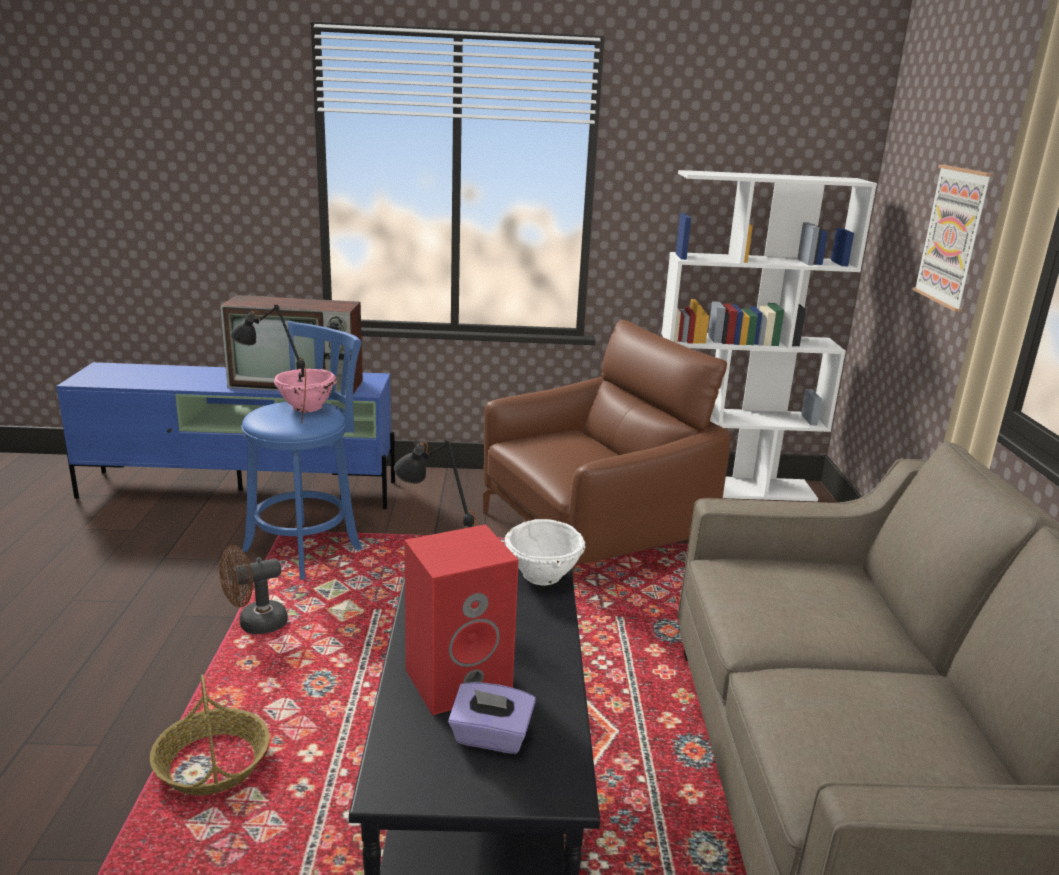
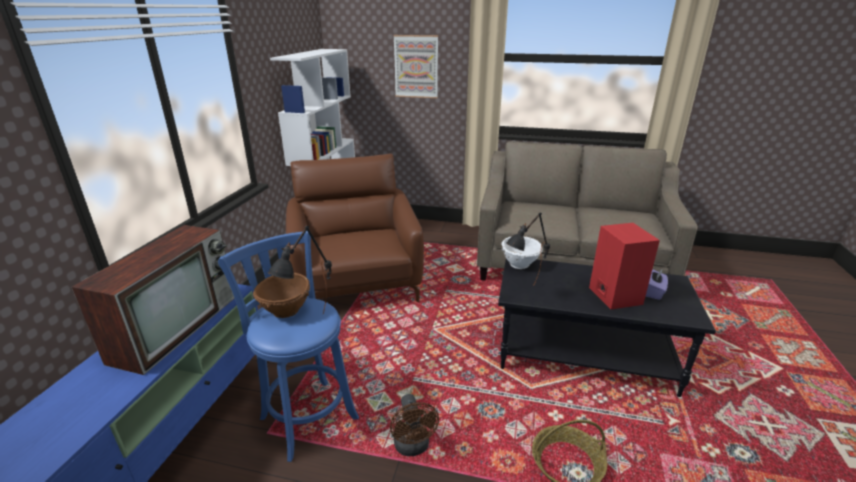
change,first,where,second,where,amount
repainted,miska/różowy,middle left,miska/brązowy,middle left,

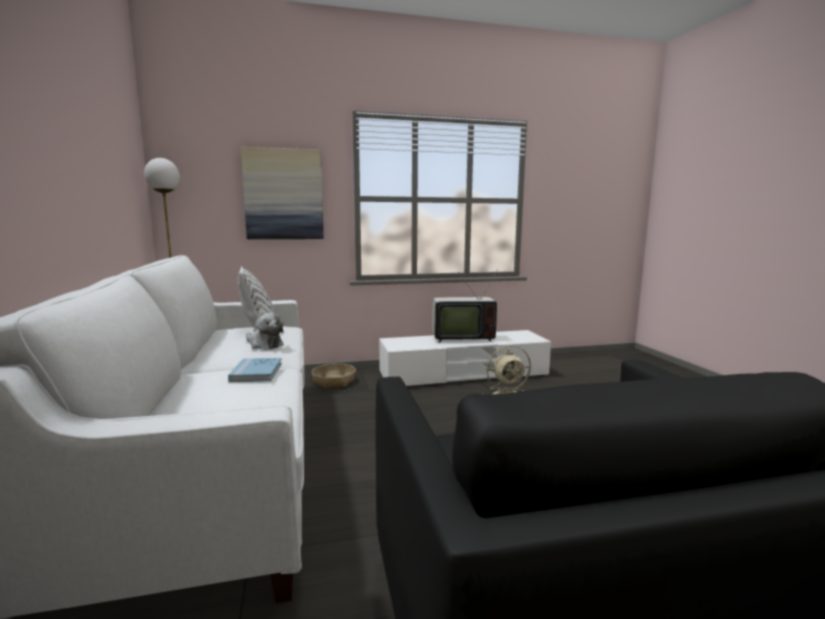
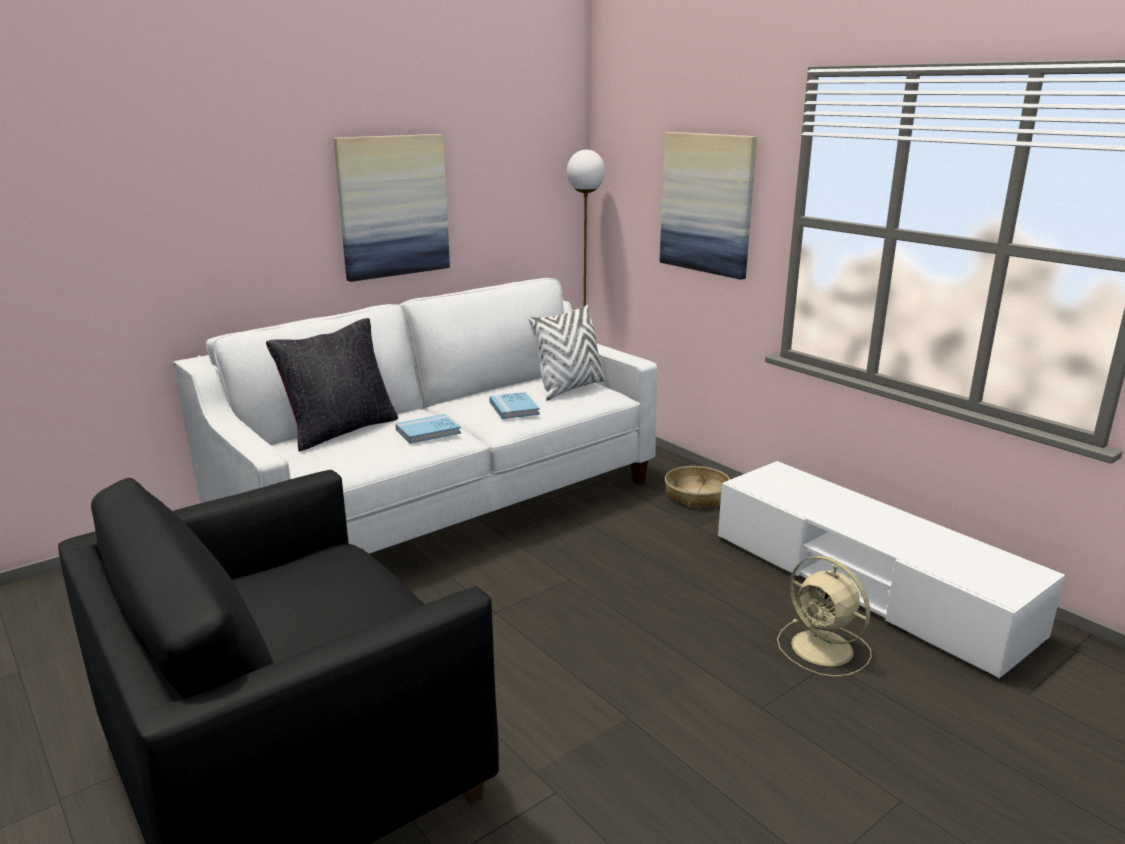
change,first,where,second,where,amount
new,,,poduszka/czarny,middle left,
new,,,obraz (no. 1 from left),top centre,
swapped,pluszak,middle left,książka/niebieski (no. 2 from left),centre,
gone,telewizor,centre,,,

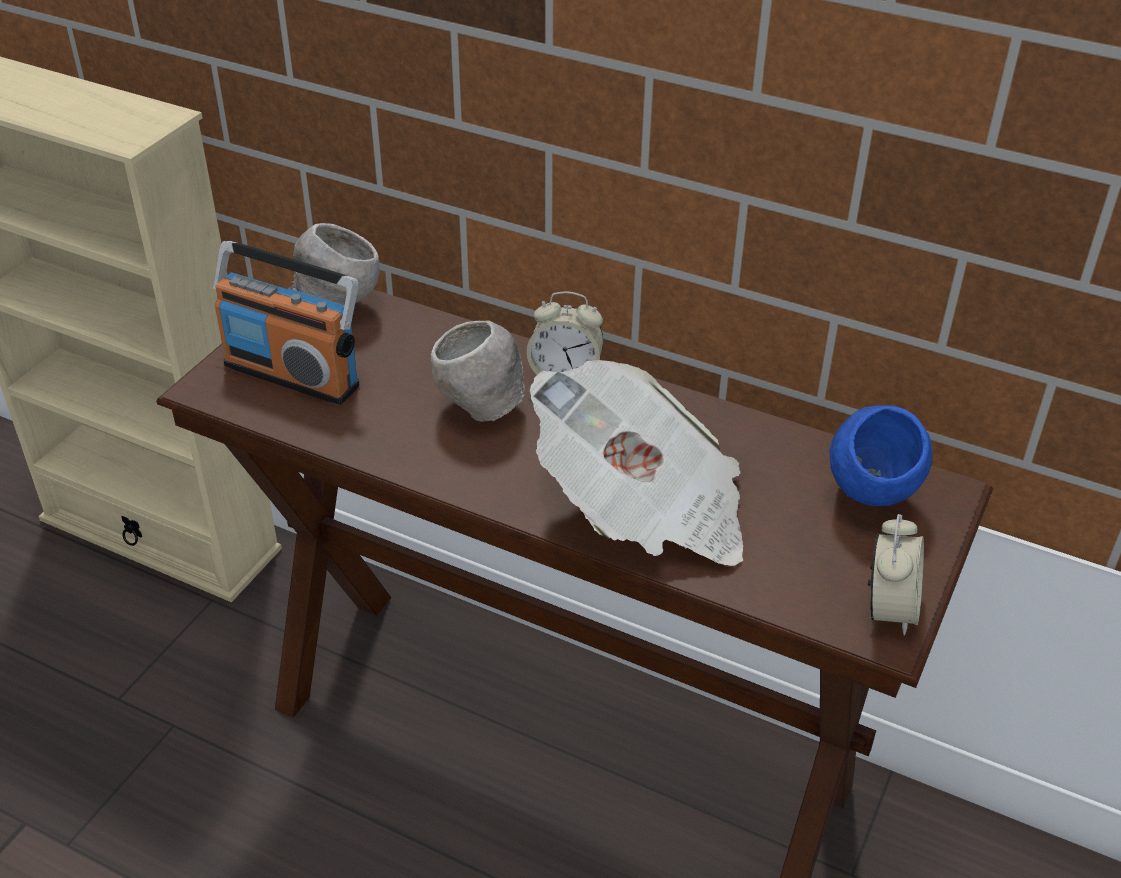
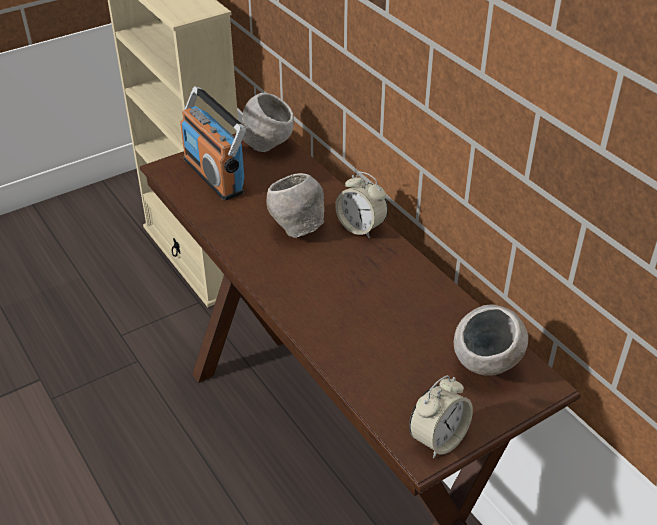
change,first,where,second,where,amount
repainted,miska/niebieski,middle right,miska/szary (no. 3 from left),middle right,
gone,gazeta,centre,,,

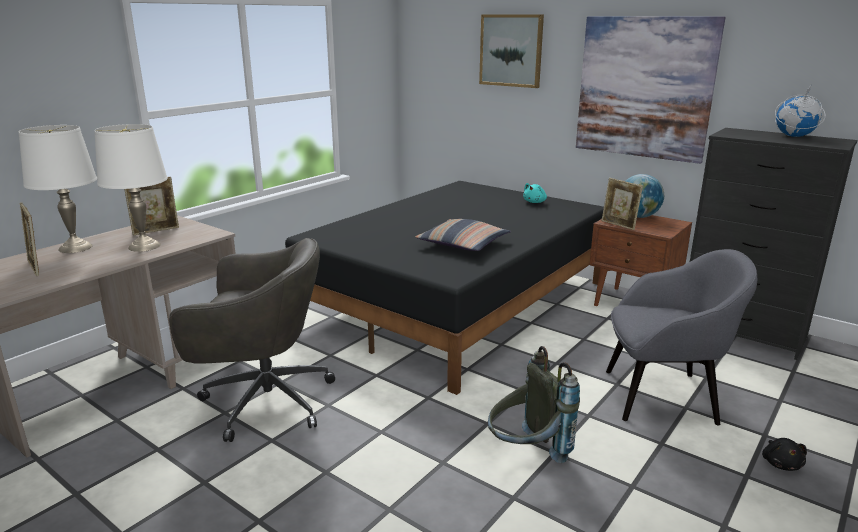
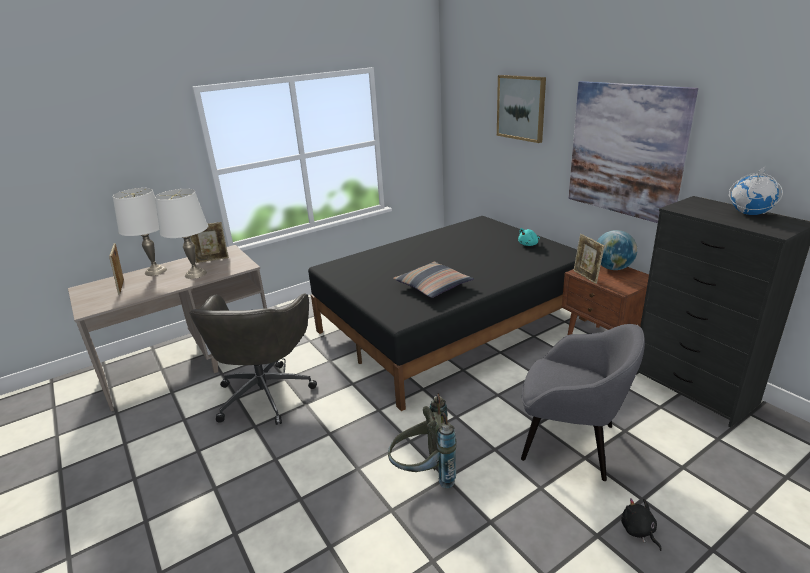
change,first,where,second,where,amount
rotated,krzesło biurowe/szary,middle left,,middle left,75 degrees clockwise
rotated,pluszak/czarny,bottom right,,bottom right,135 degrees clockwise

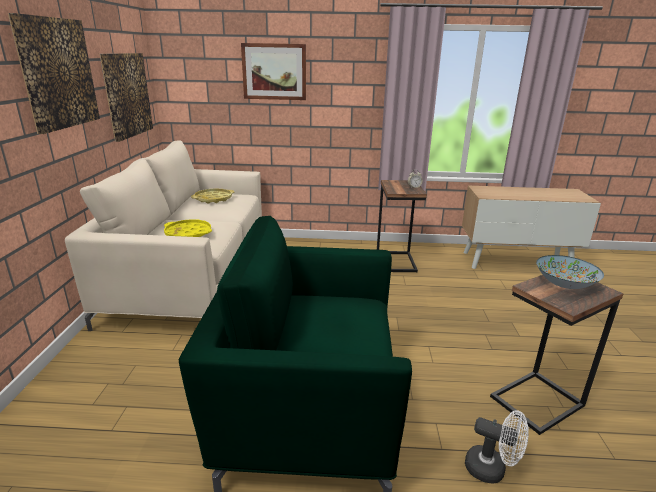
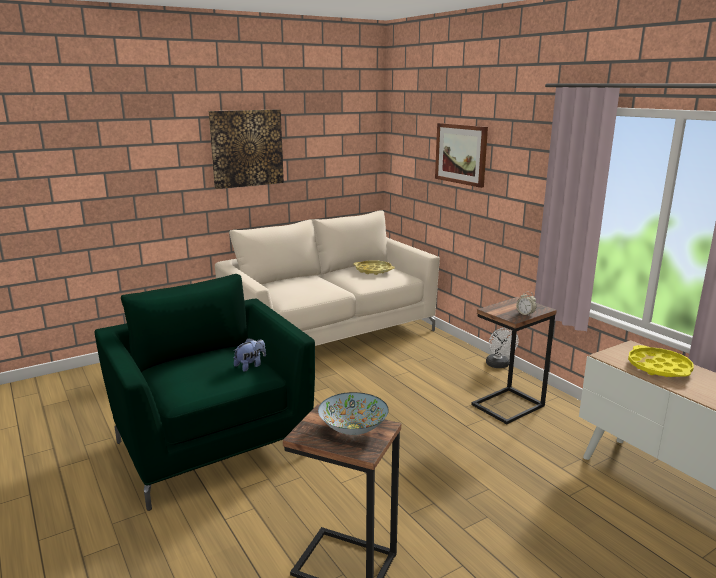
change,first,where,second,where,amount
new,,,pluszak,centre,
shifted,wentylator/biały,bottom right,,middle right,
shifted,taca/żółty (no. 1 from left in the first image),middle left,taca/żółty (no. 2 from left),middle right,
gone,obraz (no. 2 from left),top left,,,

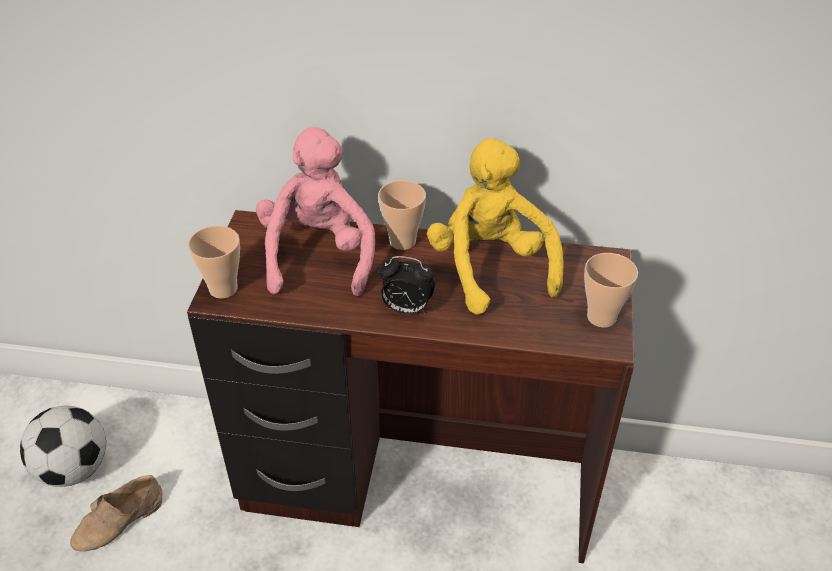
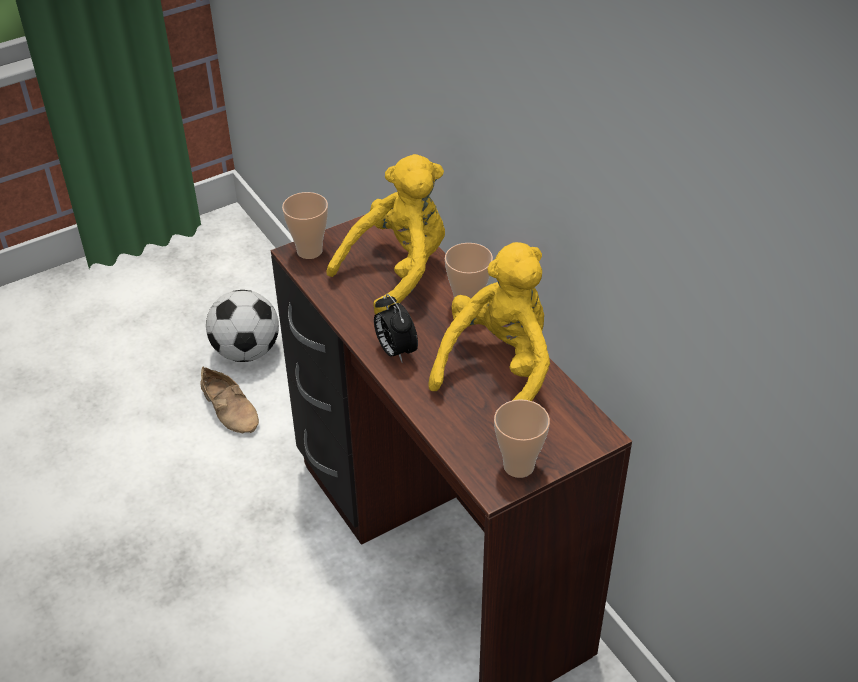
change,first,where,second,where,amount
rotated,but/beżowy,bottom left,,middle left,135 degrees counterclockwise
repainted,pluszak/różowy,centre,pluszak/żółty (no. 1 from left),centre,

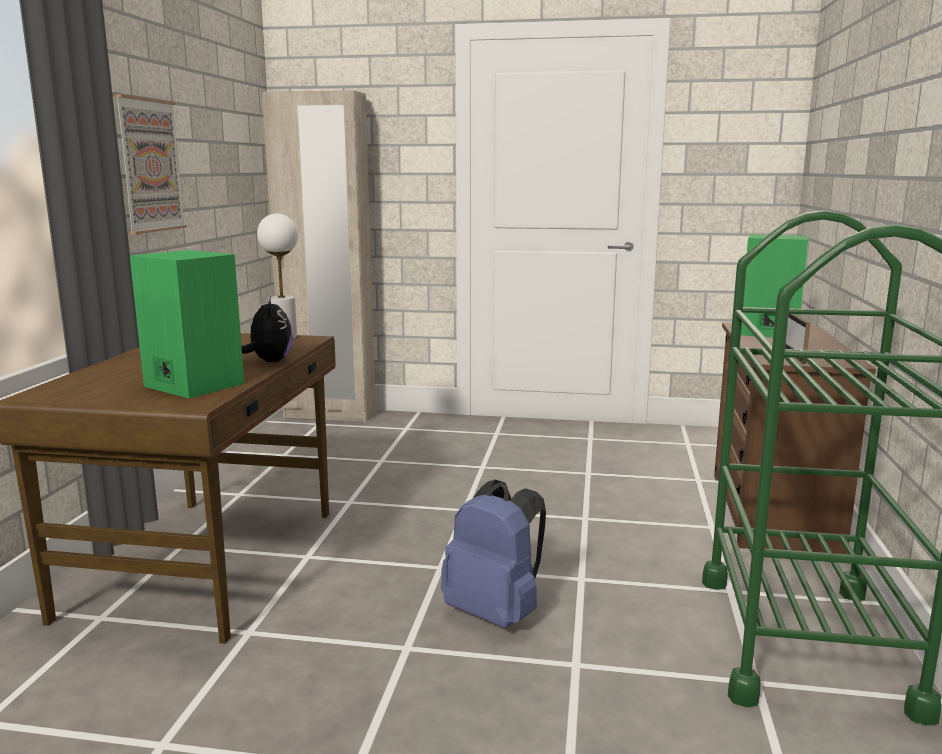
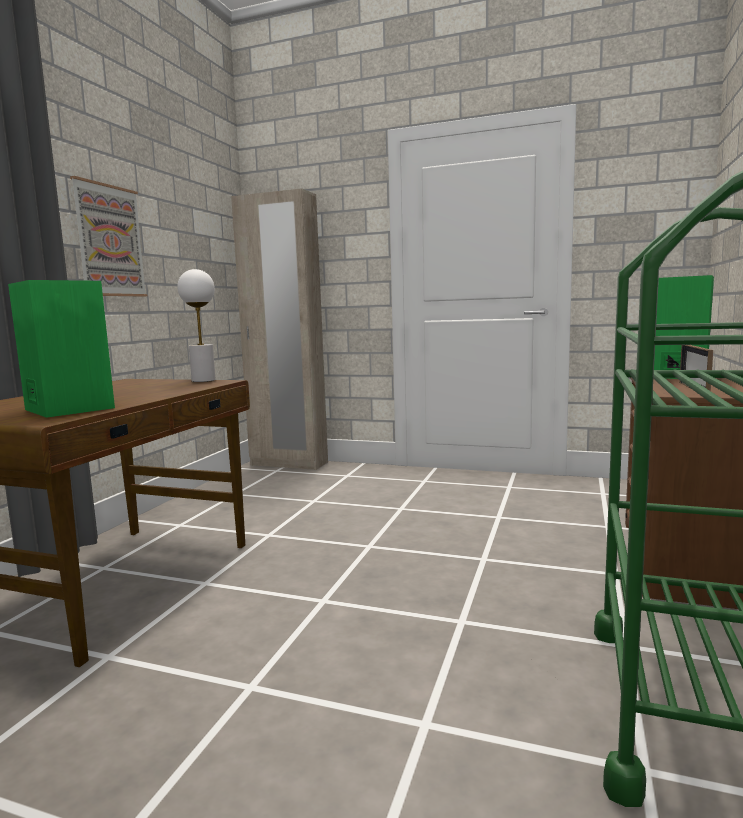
change,first,where,second,where,amount
gone,pluszak,middle left,,,
gone,plecak/niebieski,bottom centre,,,

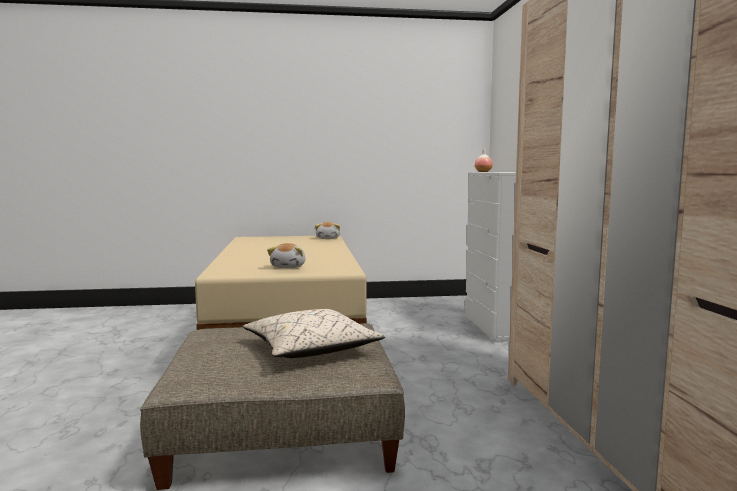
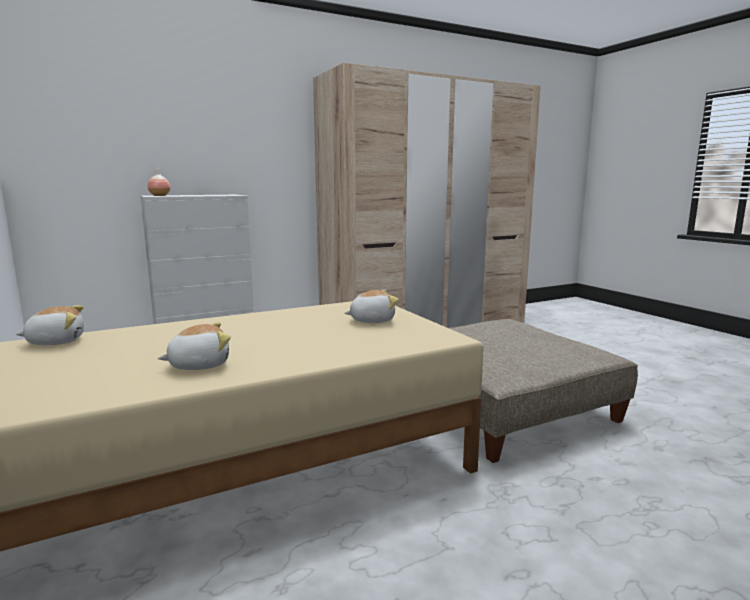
change,first,where,second,where,amount
new,,,pluszak (no. 2 from left),middle left,
gone,poduszka/beżowy,bottom centre,,,

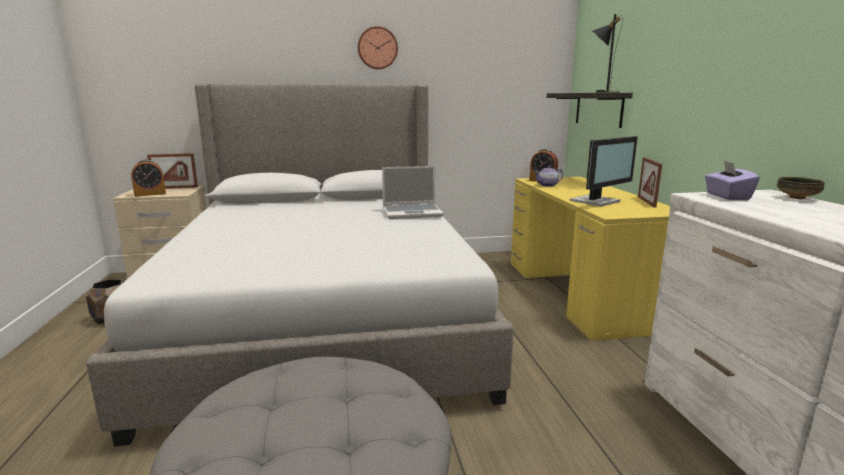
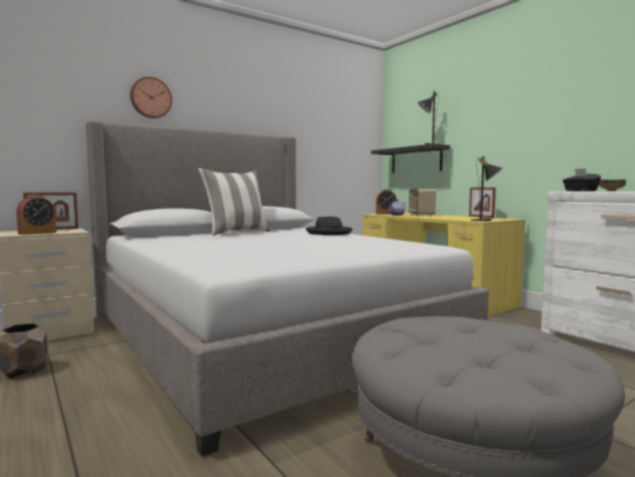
change,first,where,second,where,amount
shifted,zegar ścienny,top centre,,top left,
new,,,poduszka,centre,
swapped,laptop,centre,kapelusz/czarny,centre,
new,,,radio,centre,
new,,,lampa stołowa/czarny (no. 2 from left),middle right,
repainted,pudełko chusteczek/fioletowy,middle right,pudełko chusteczek/czarny,middle right,
gone,monitor,middle right,,,

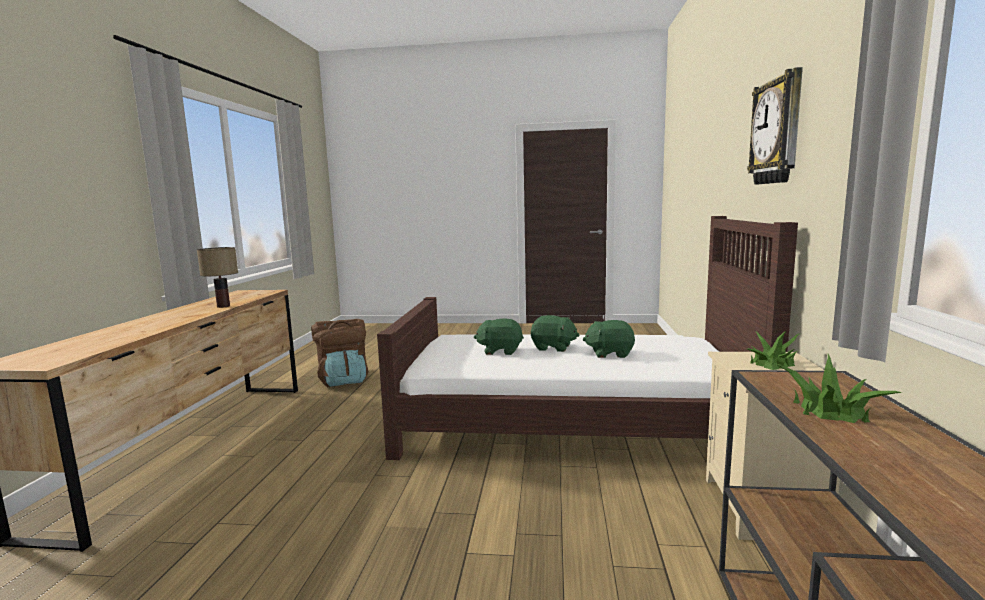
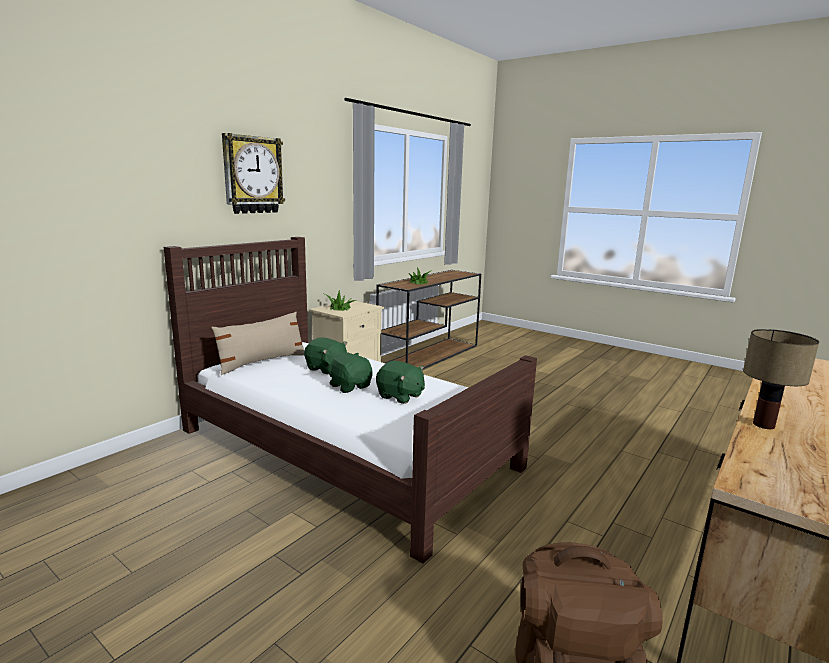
change,first,where,second,where,amount
new,,,poduszka/beżowy,middle left,

